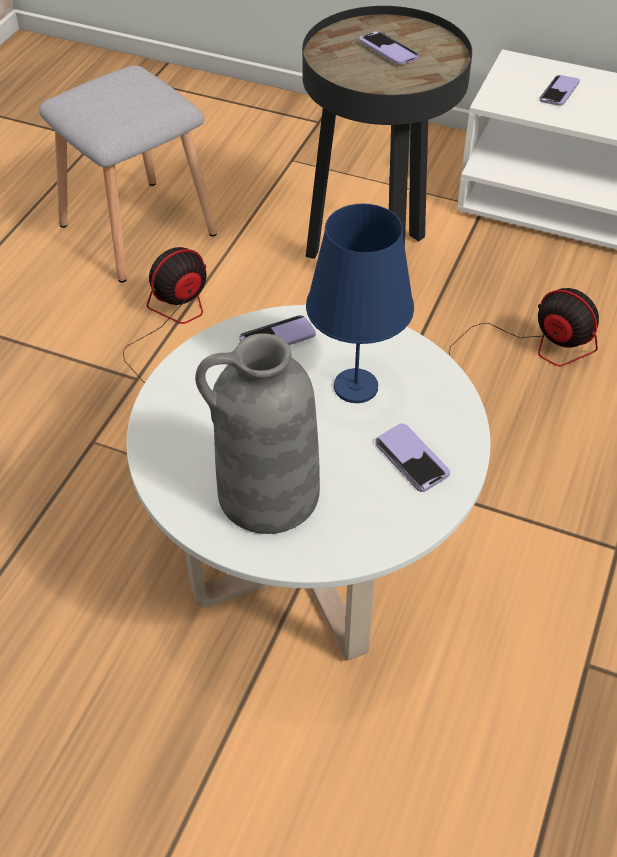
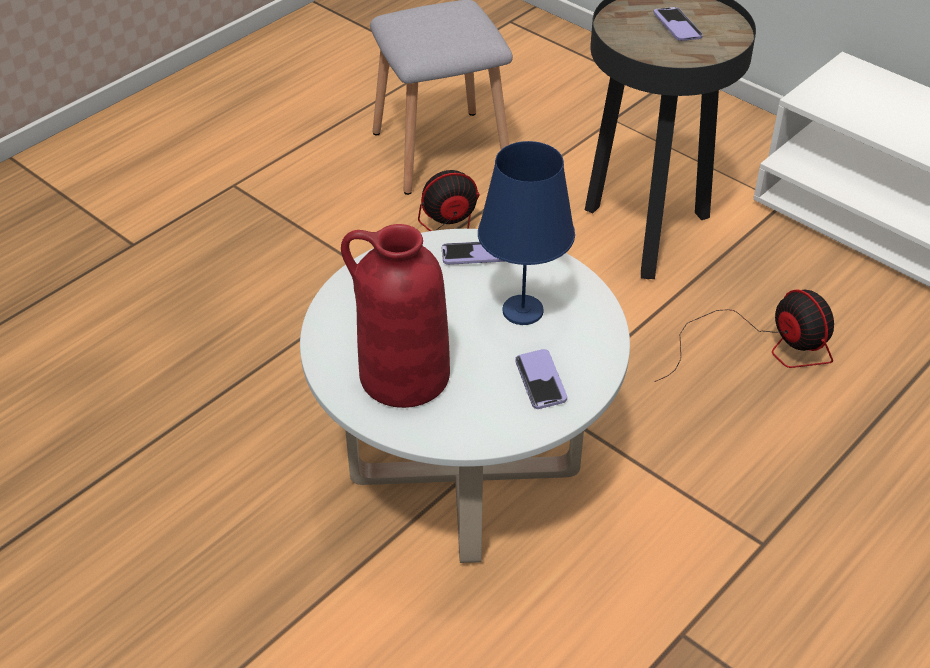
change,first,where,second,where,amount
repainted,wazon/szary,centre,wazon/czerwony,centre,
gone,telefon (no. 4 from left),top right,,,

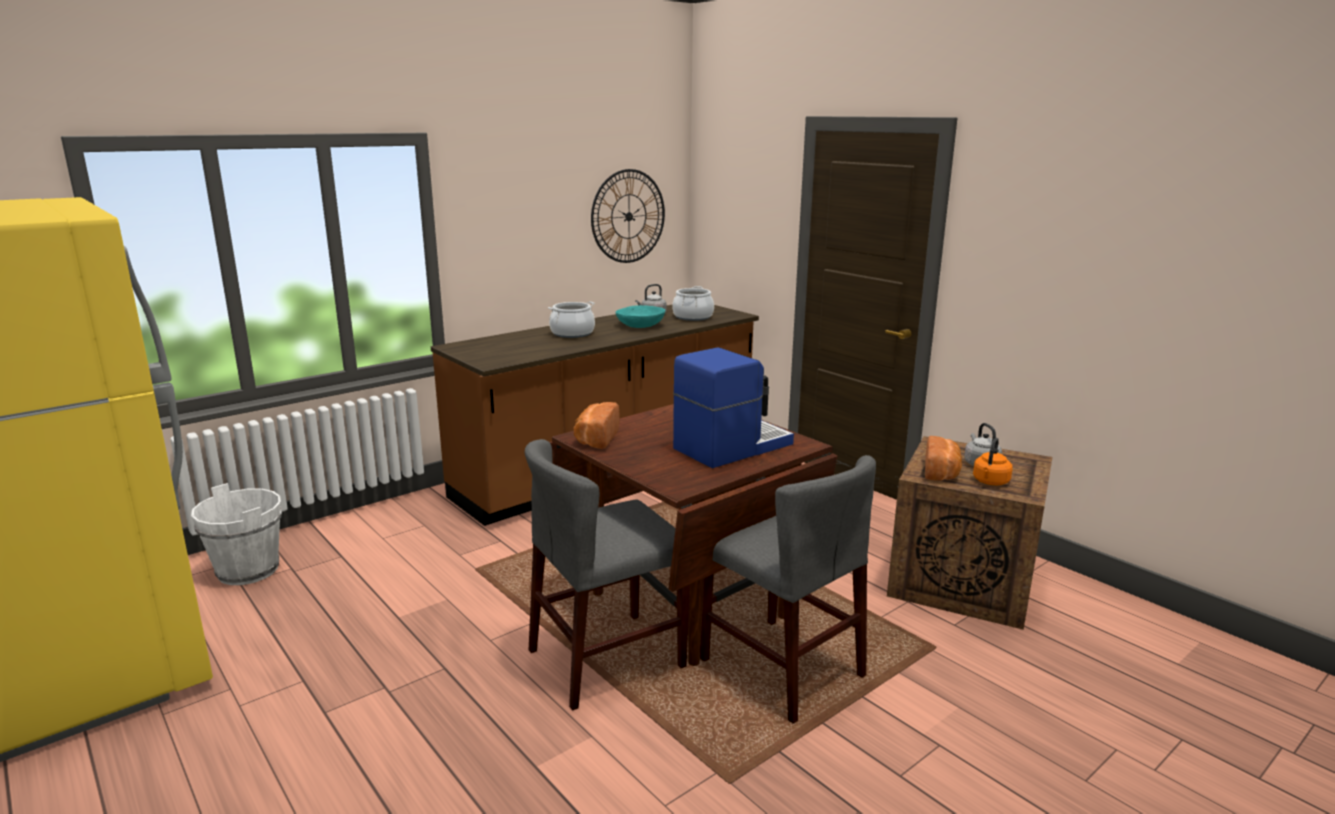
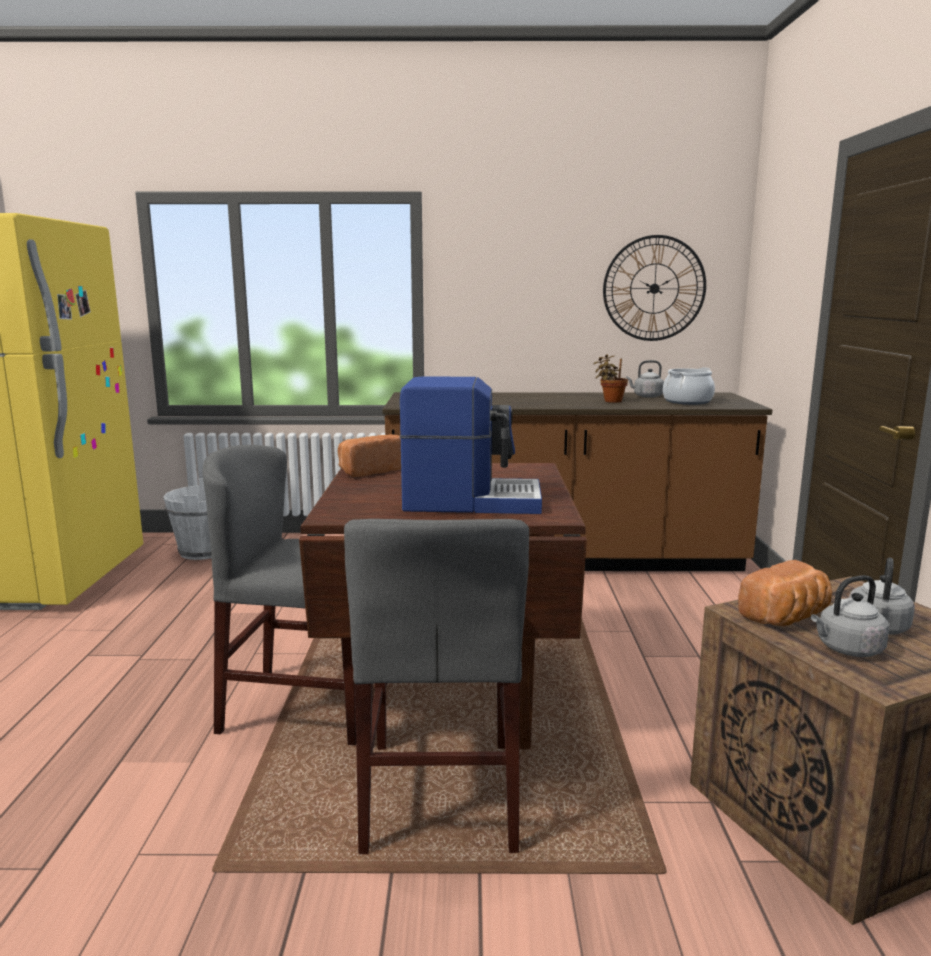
change,first,where,second,where,amount
swapped,miska/turkusowy,centre,roślina doniczkowa,centre,
repainted,czajnik/pomarańczowy,middle right,czajnik/szary (no. 2 from left),middle right,
gone,garnek (no. 1 from left),centre,,,

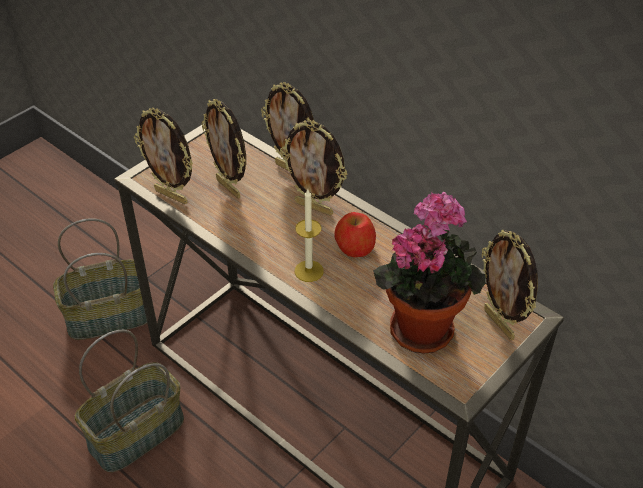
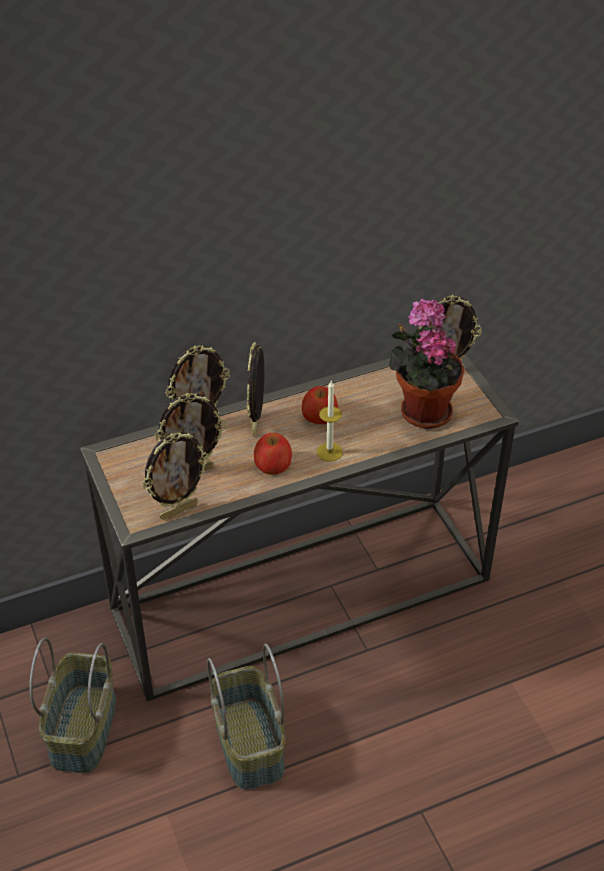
change,first,where,second,where,amount
rotated,ramka na zdjęcie (no. 4 from left),centre,,centre,135 degrees clockwise
new,,,jabłko (no. 1 from left),centre,

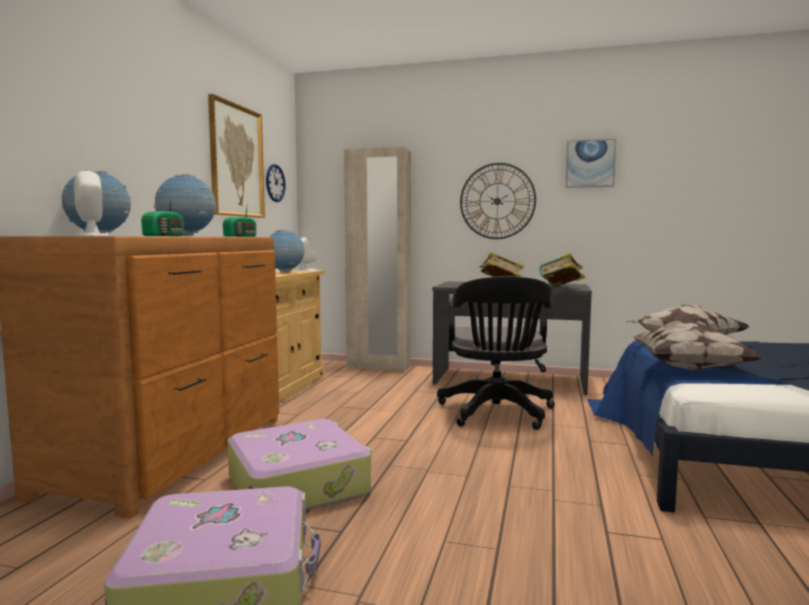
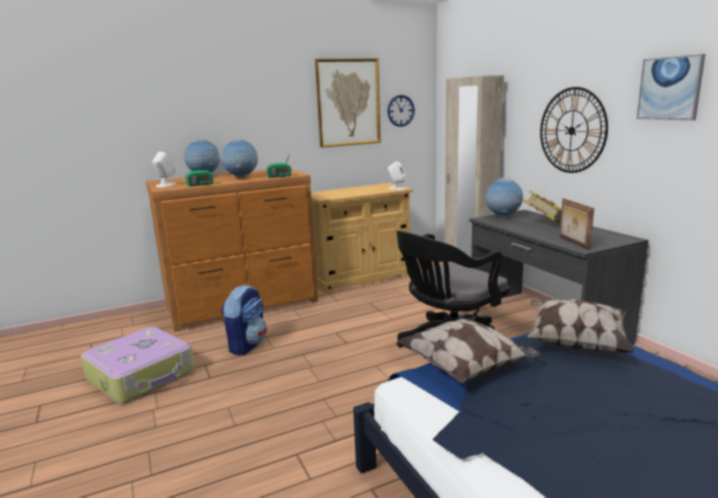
change,first,where,second,where,amount
swapped,walizka (no. 2 from left),bottom centre,plecak,centre,
shifted,globus (no. 3 from left),centre,,middle right,
swapped,książka (no. 2 from left),middle right,ramka na zdjęcie,middle right,

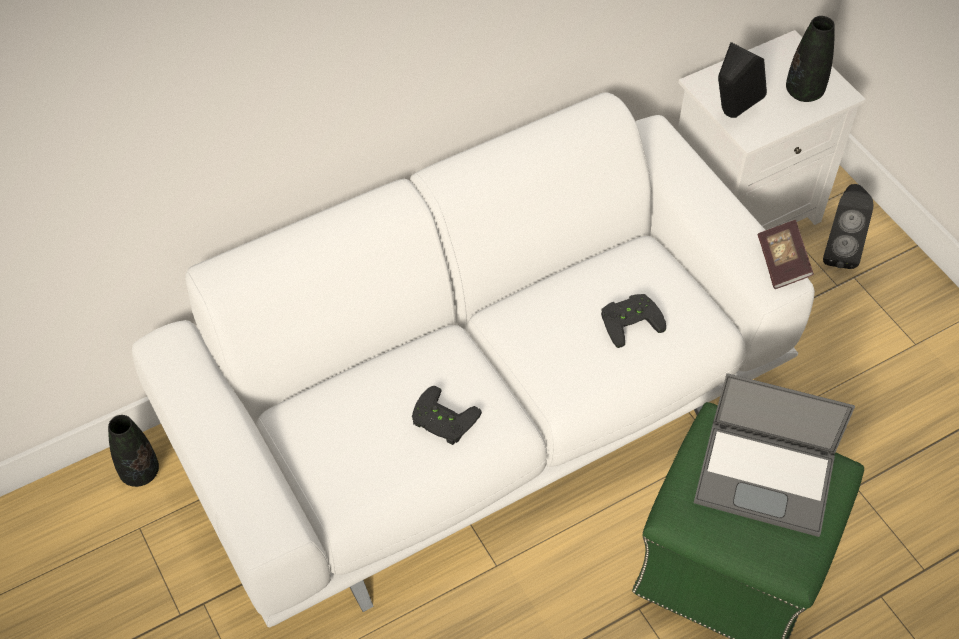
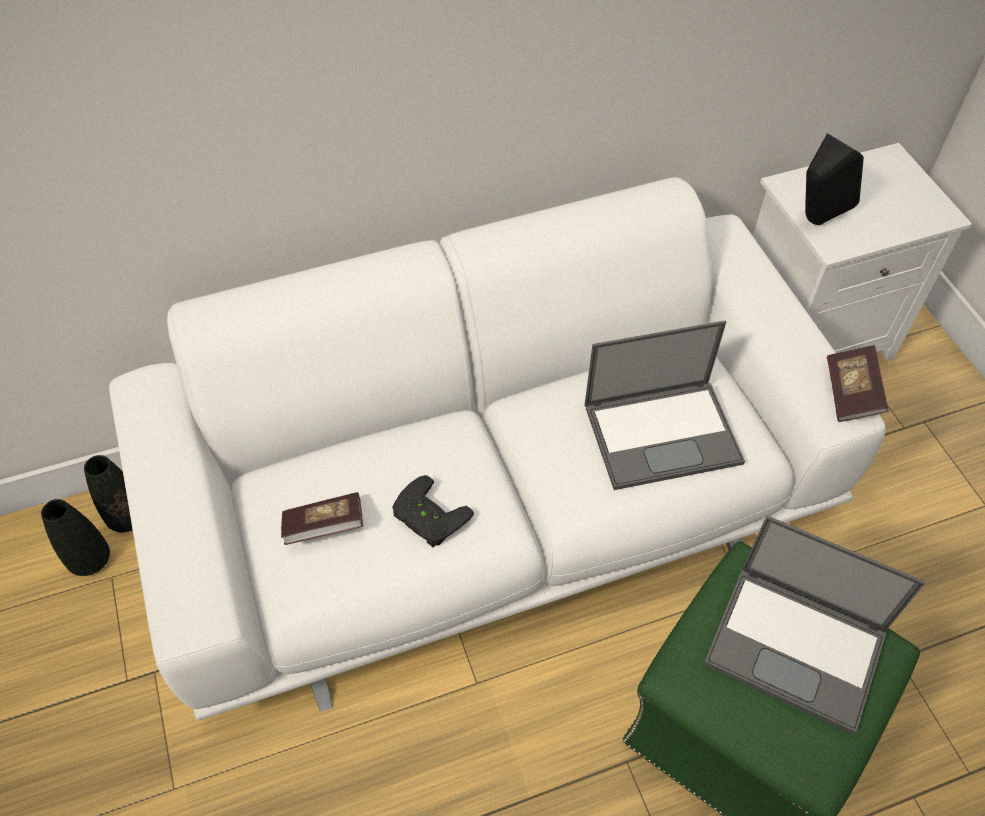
change,first,where,second,where,amount
shifted,wazon/czarny (no. 2 from left in the first image),top right,wazon/czarny (no. 1 from left),middle left,
new,,,książka (no. 1 from left),middle left,
swapped,pad do gier/czarny (no. 2 from left),centre,laptop (no. 1 from left),middle right,
gone,głośnik/czarny (no. 2 from left),middle right,,,

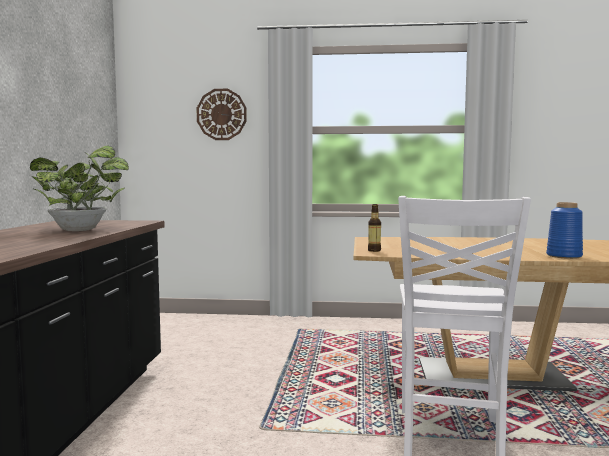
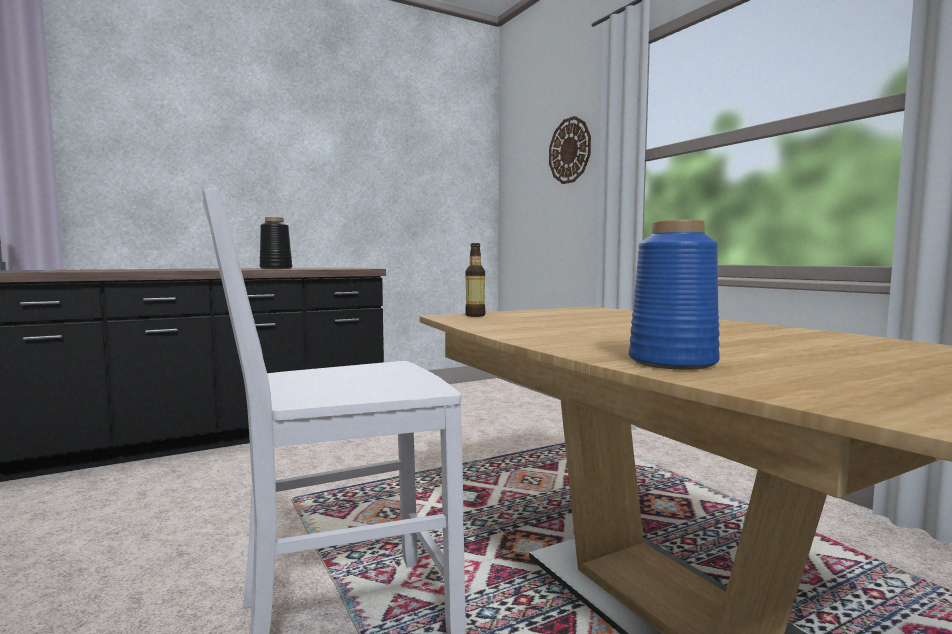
change,first,where,second,where,amount
swapped,roślina doniczkowa,middle left,wazon/czarny,middle left,

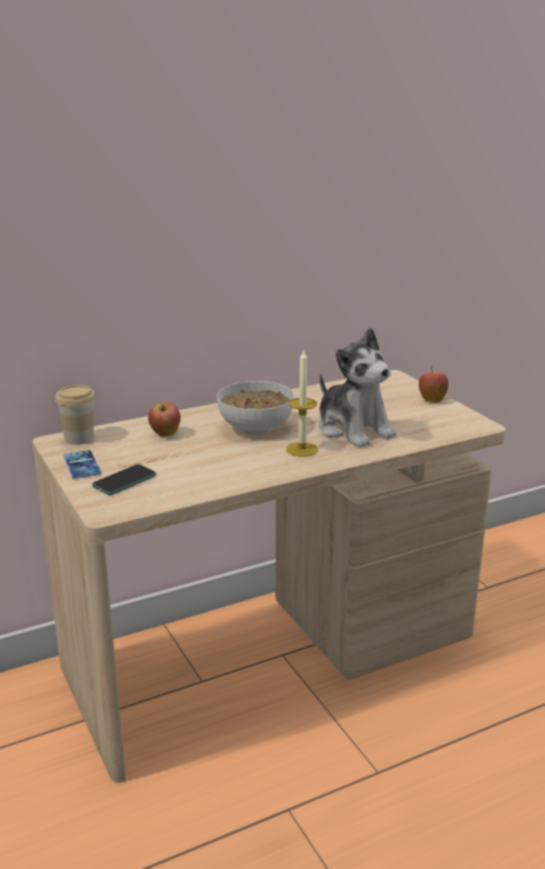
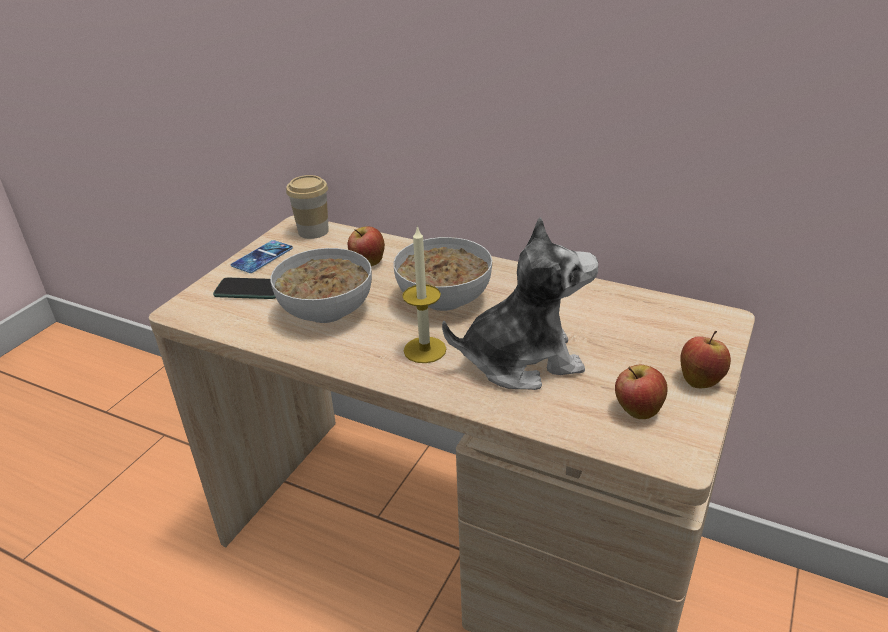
change,first,where,second,where,amount
new,,,miska (no. 1 from left),centre,
rotated,pluszak,centre,,centre,120 degrees counterclockwise
new,,,jabłko (no. 2 from left),middle right,

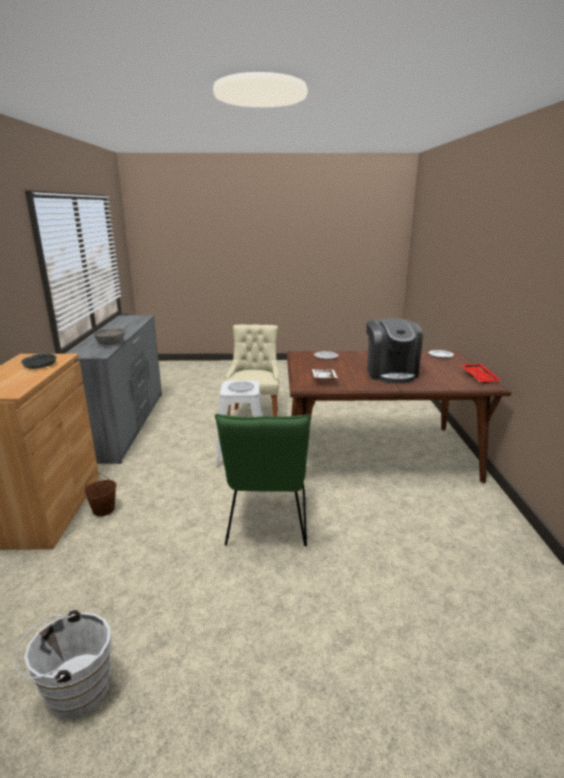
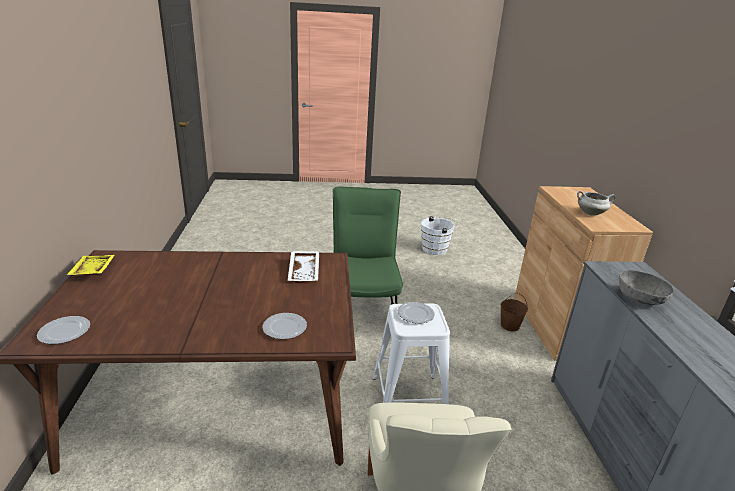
change,first,where,second,where,amount
repainted,taca/czerwony,middle right,taca/żółty,middle left,
swapped,miska/szary (no. 1 from left),middle left,garnek/biały,middle right,
gone,ekspres do kawy,middle right,,,

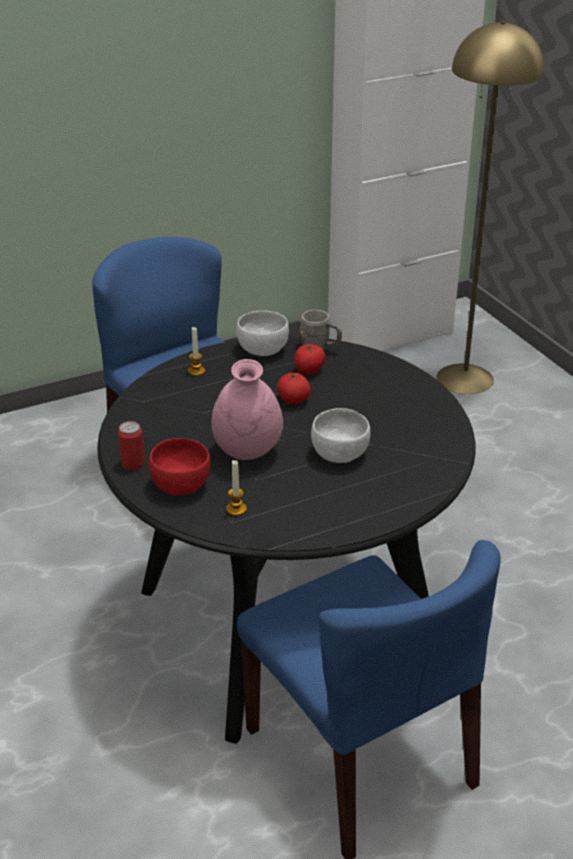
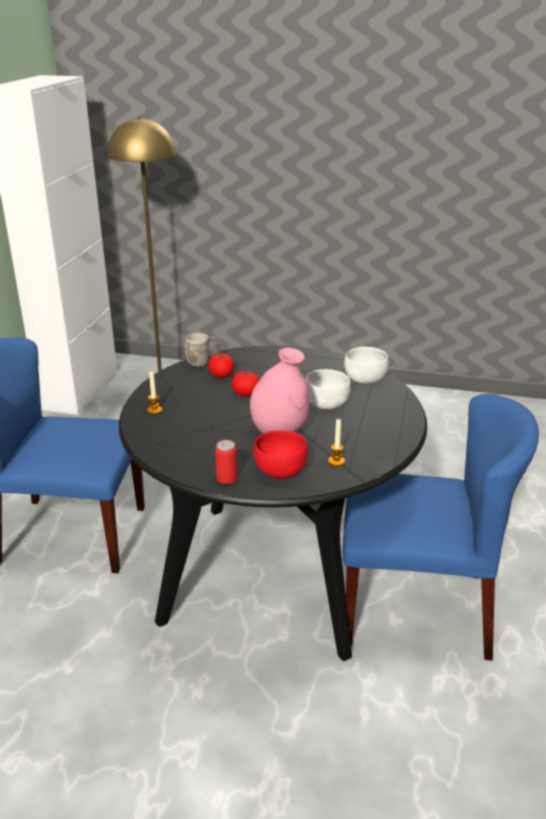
change,first,where,second,where,amount
shifted,miska/biały (no. 1 from left in the first image),centre,miska/biały (no. 2 from left),middle right,

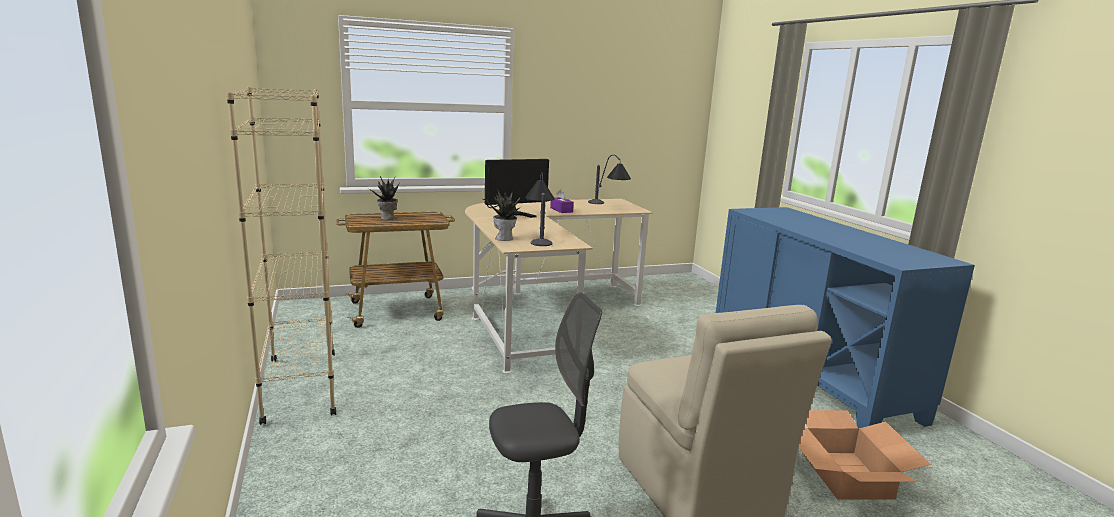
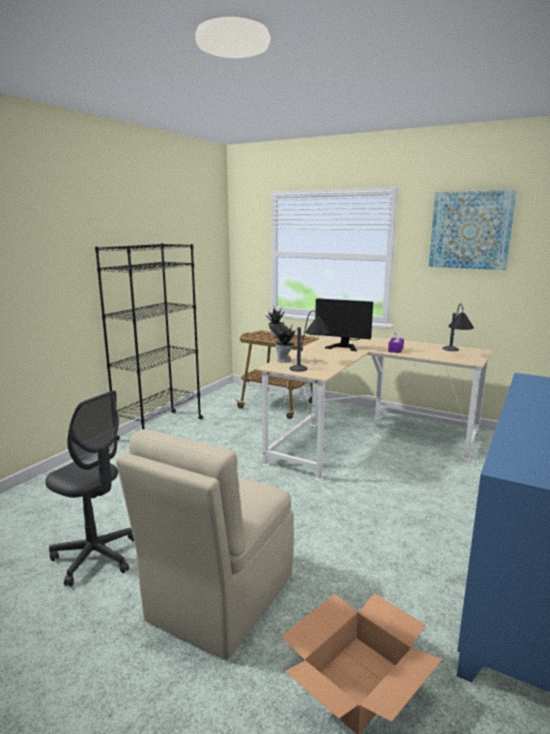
change,first,where,second,where,amount
repainted,regał/beżowy,middle left,regał/czarny,middle left,
new,,,obraz,top right,

